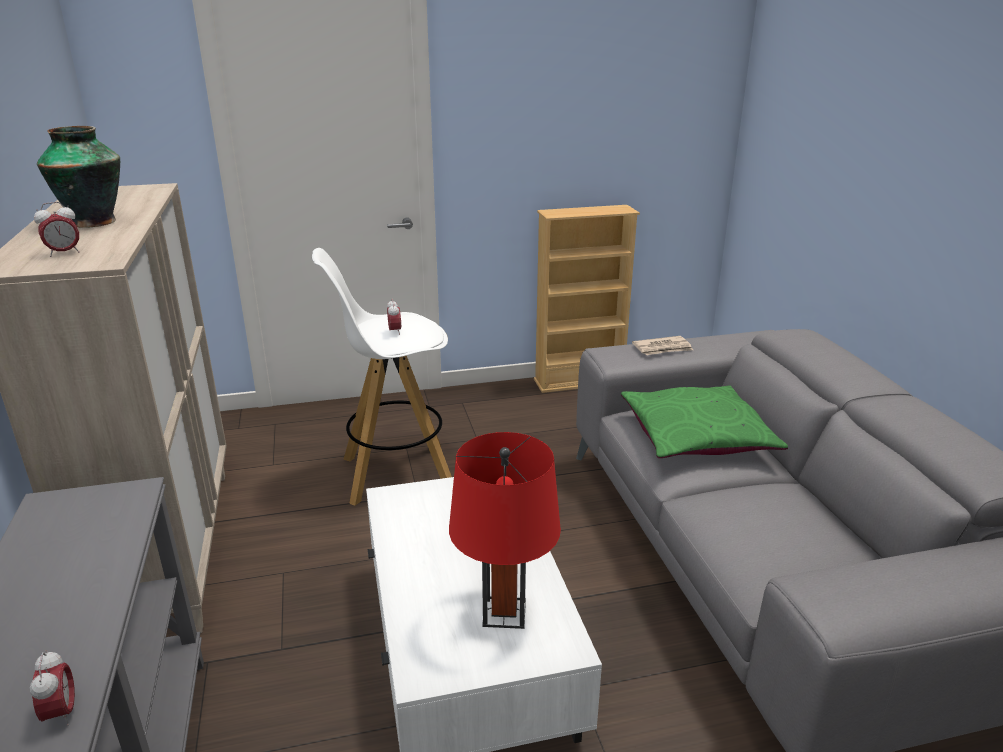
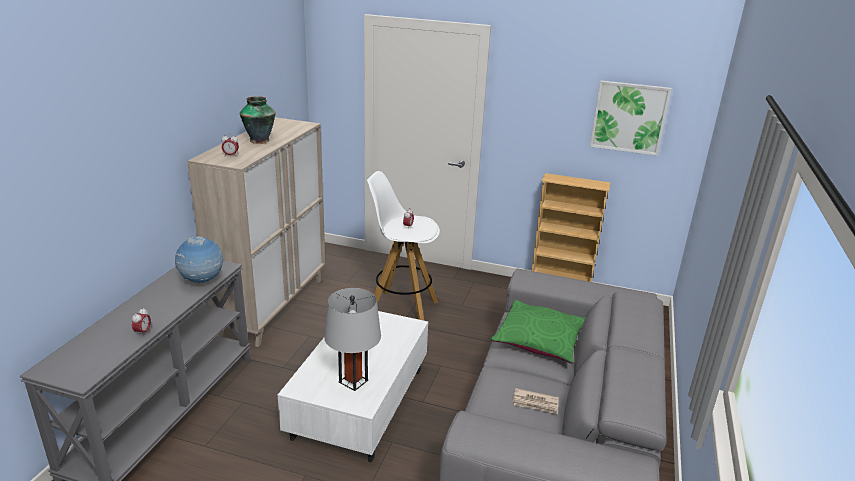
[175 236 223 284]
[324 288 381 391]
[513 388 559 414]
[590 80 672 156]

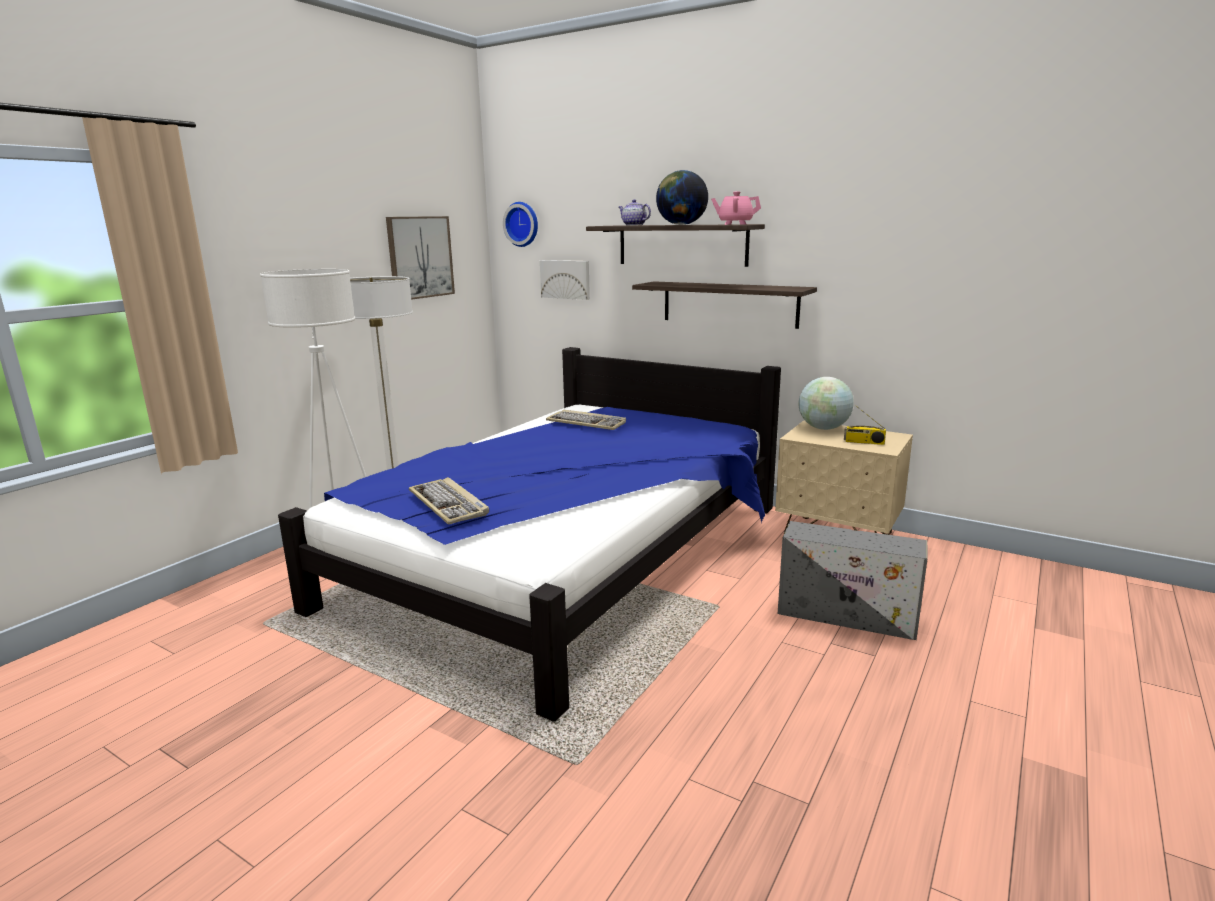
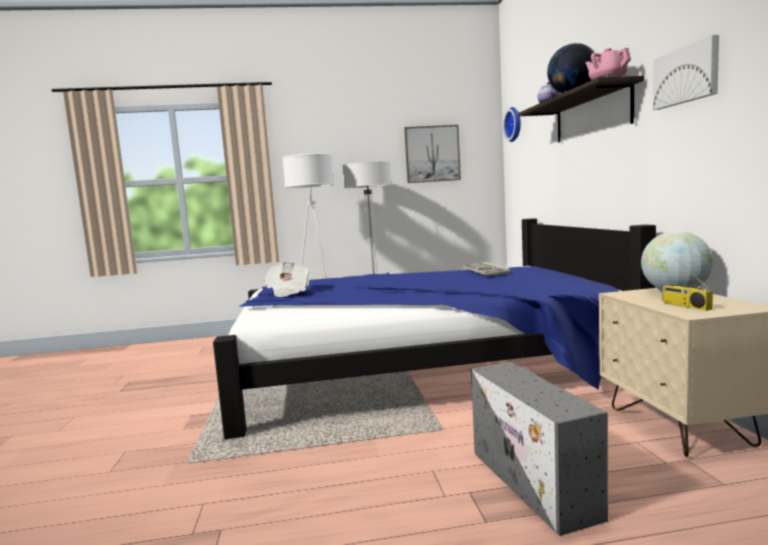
[264 262 311 297]
[653 35 719 110]
[632 281 817 329] (first image)

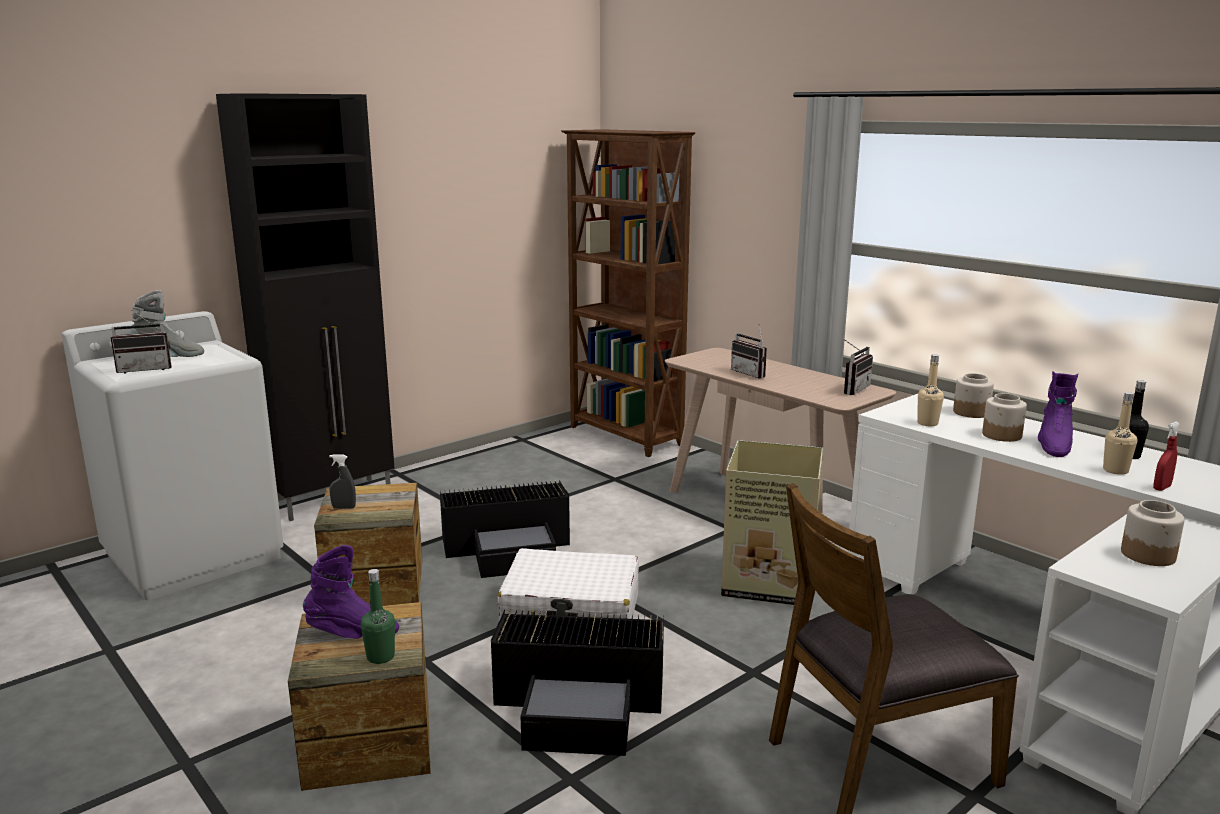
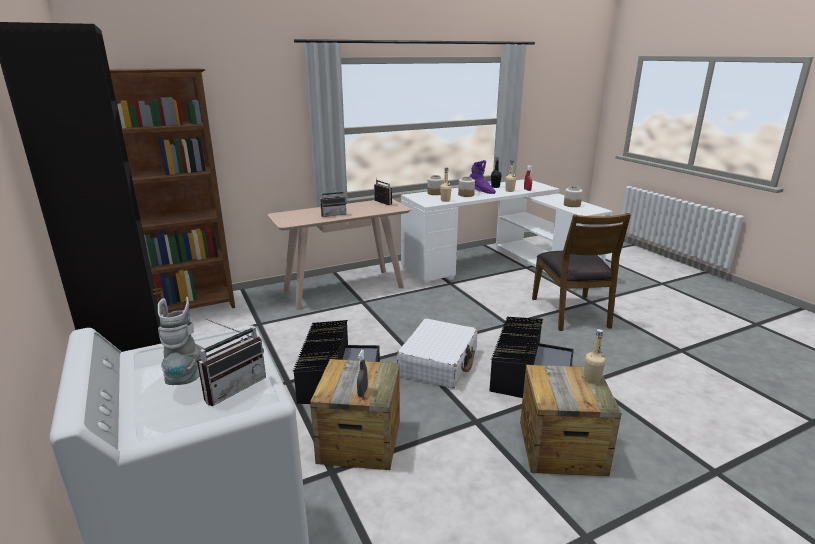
[197 319 266 406]
[584 329 606 384]
[303 545 399 638] (first image)
[721 440 823 605] (first image)

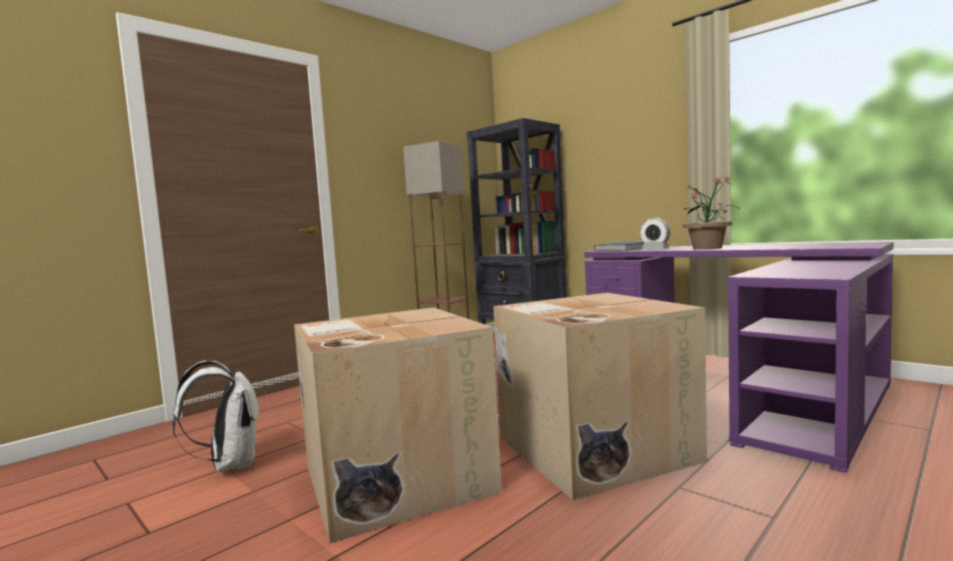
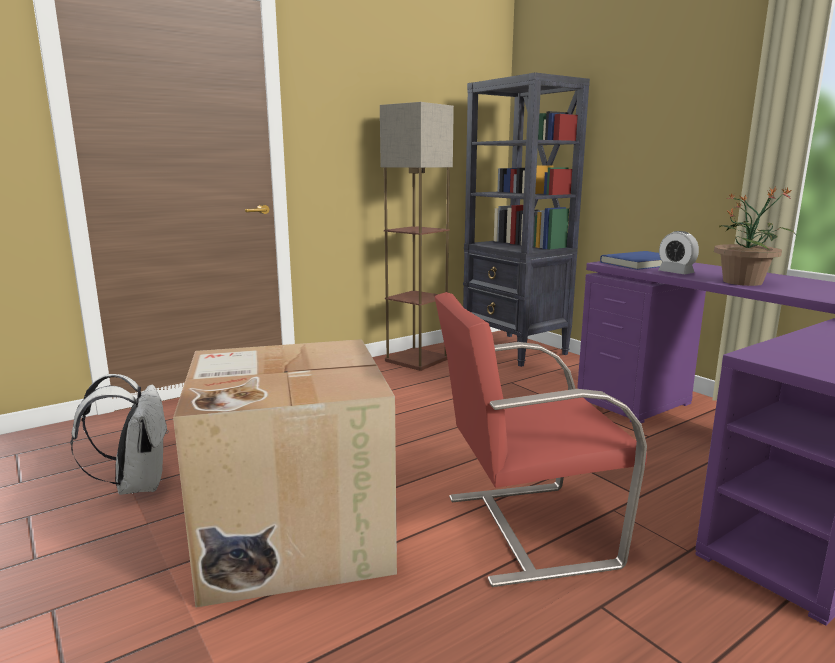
[434 292 647 587]

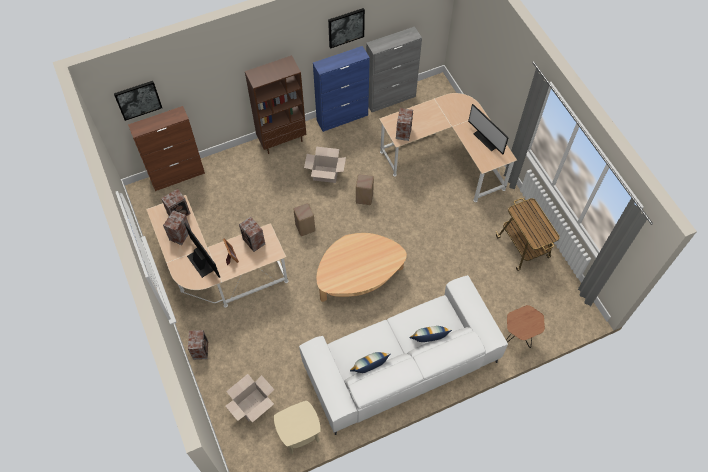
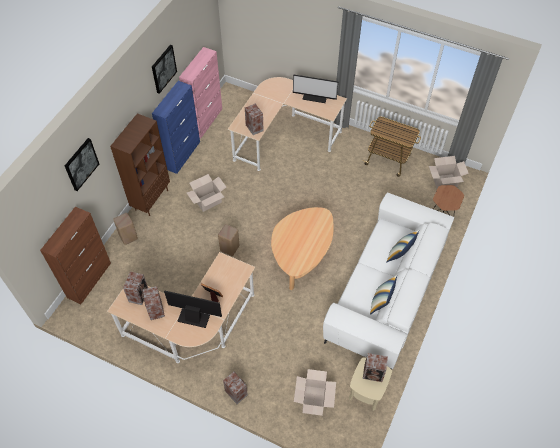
[65 138 99 191]
[113 213 138 245]
[179 47 222 138]
[363 353 388 382]
[429 156 469 188]

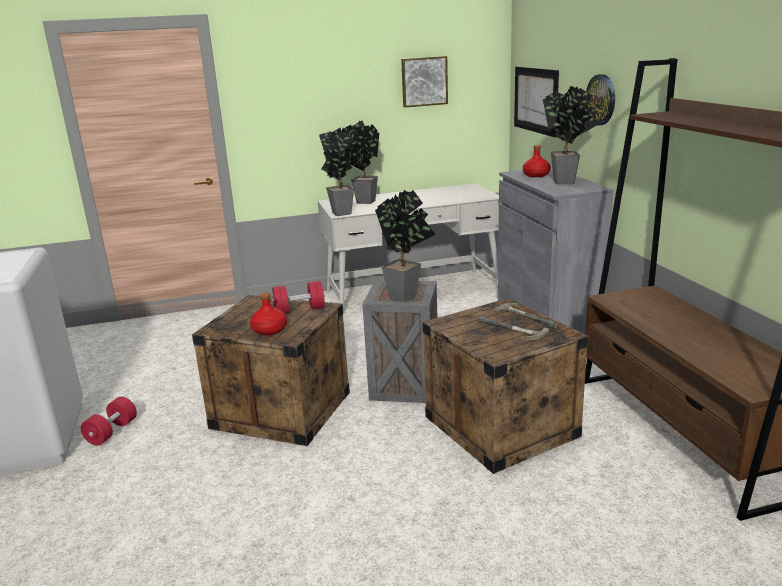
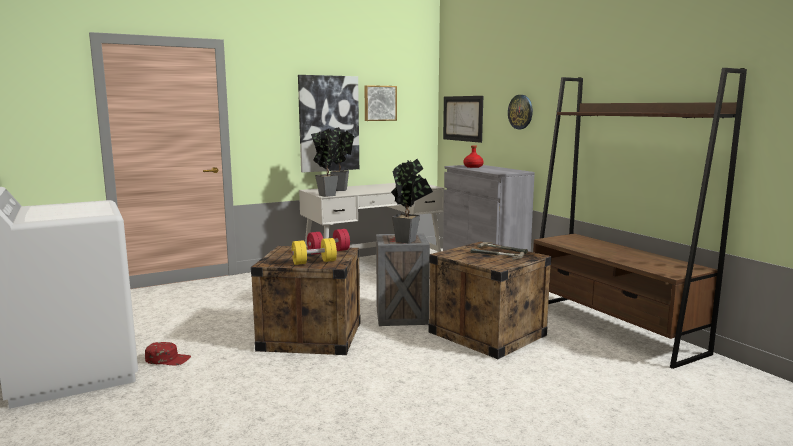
[145 342 191 366]
[292 238 337 265]
[298 75 359 173]
[543 86 597 184] (first image)

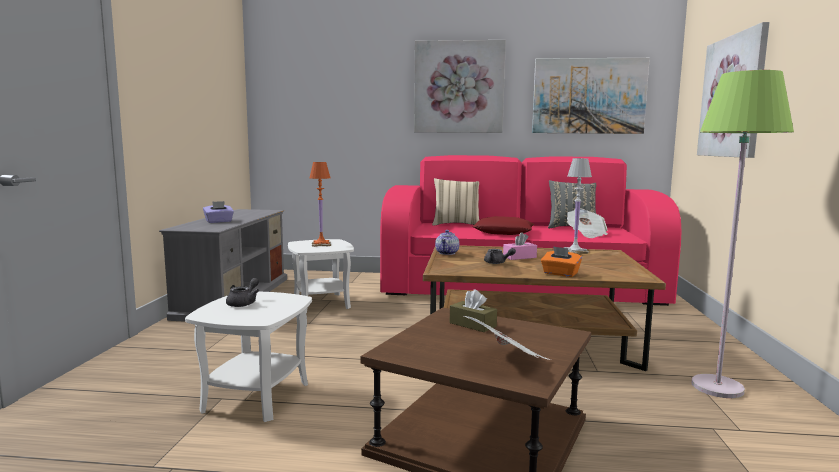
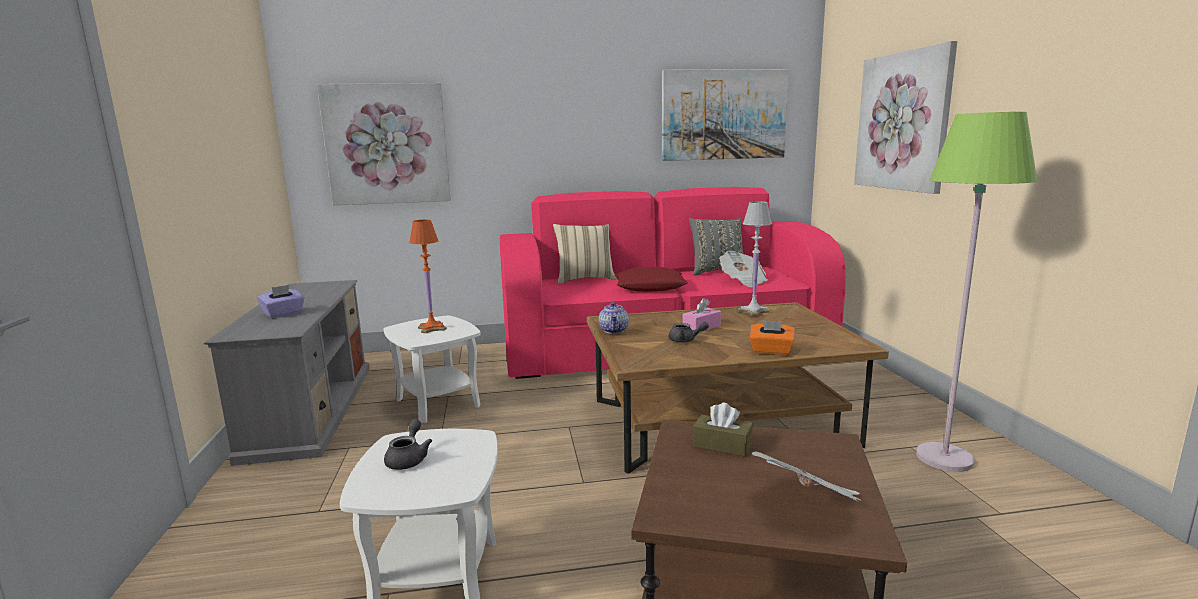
[317 83 451 205]

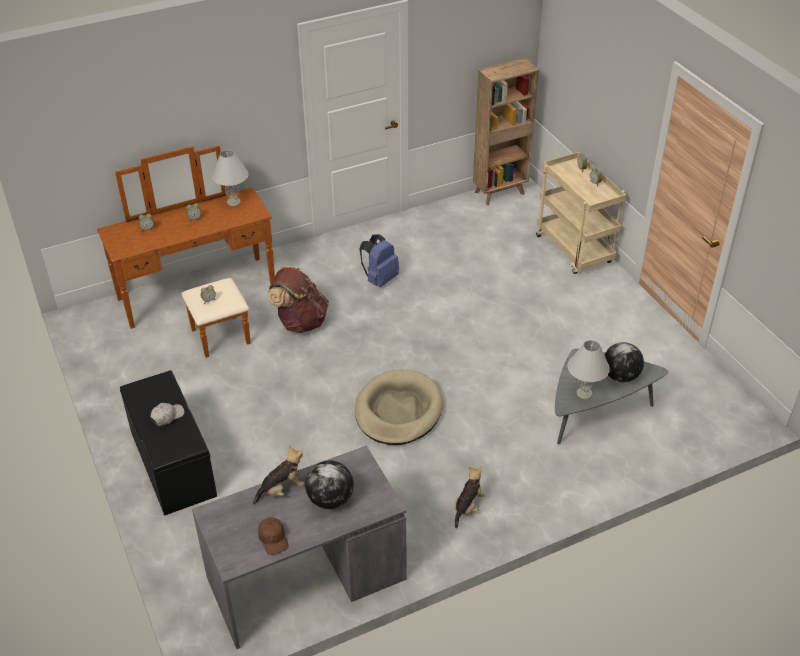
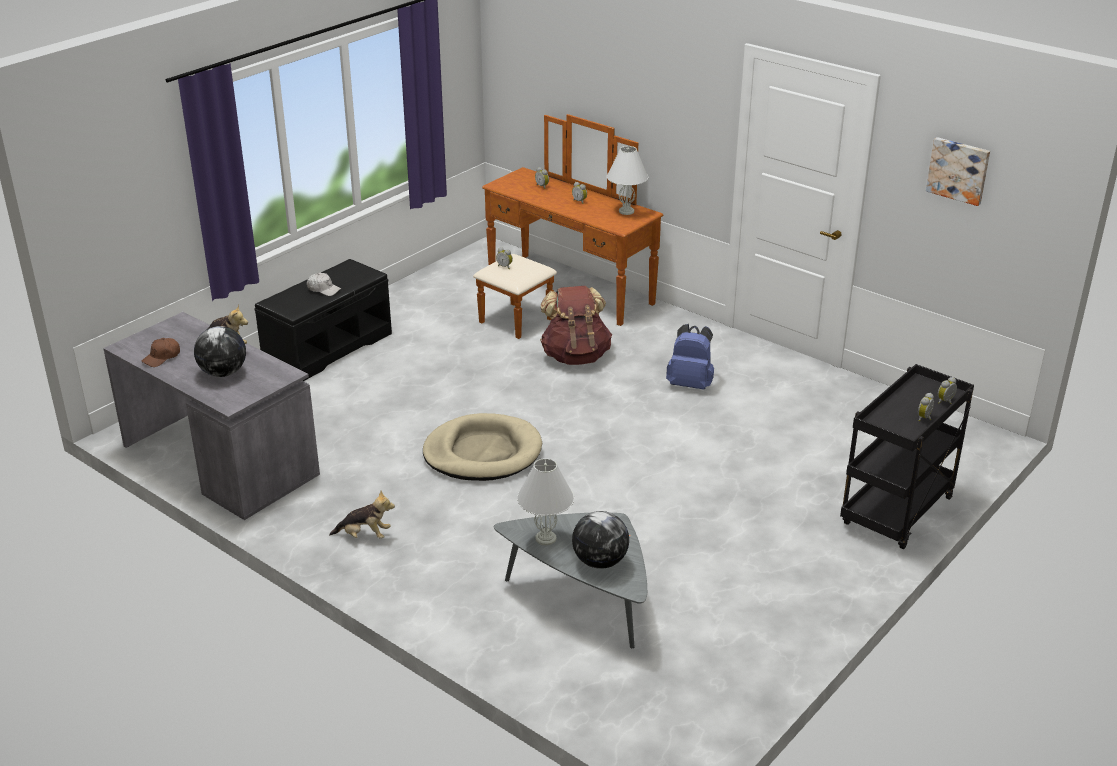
[840 364 974 549]
[926 137 990 206]
[473 58 539 205] (first image)

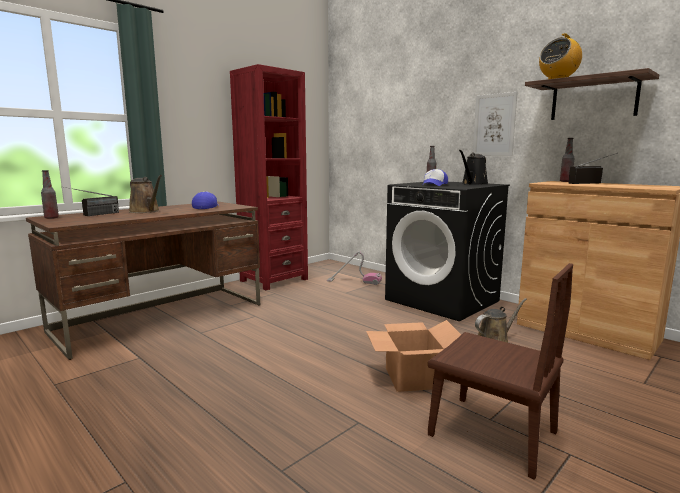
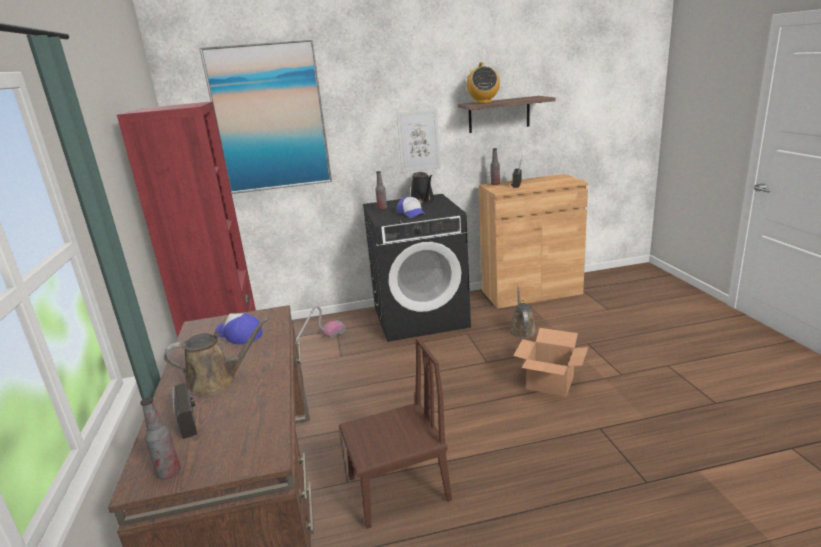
[199 39 332 194]
[339 337 452 529]

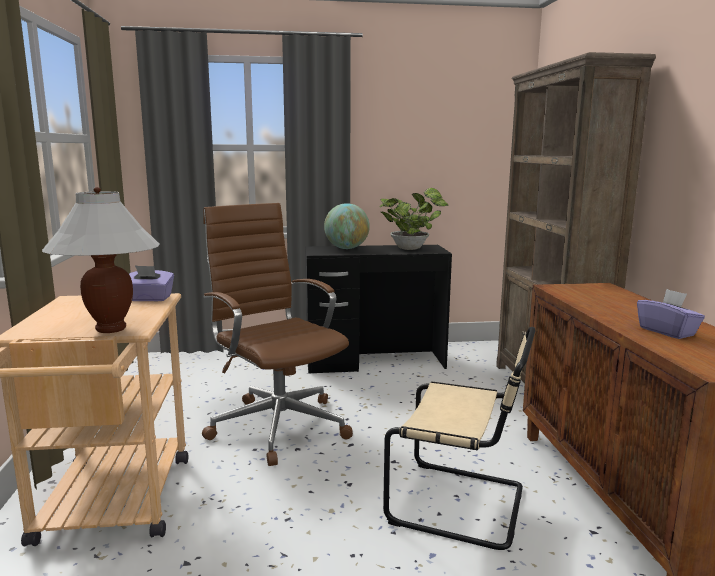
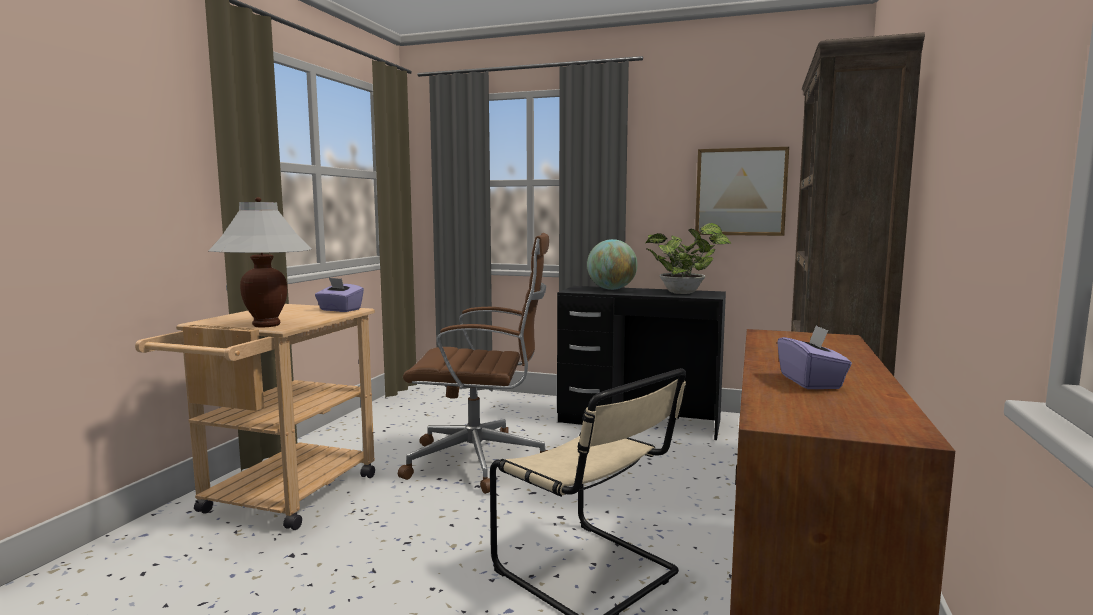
[398 233 549 494]
[695 147 789 236]

